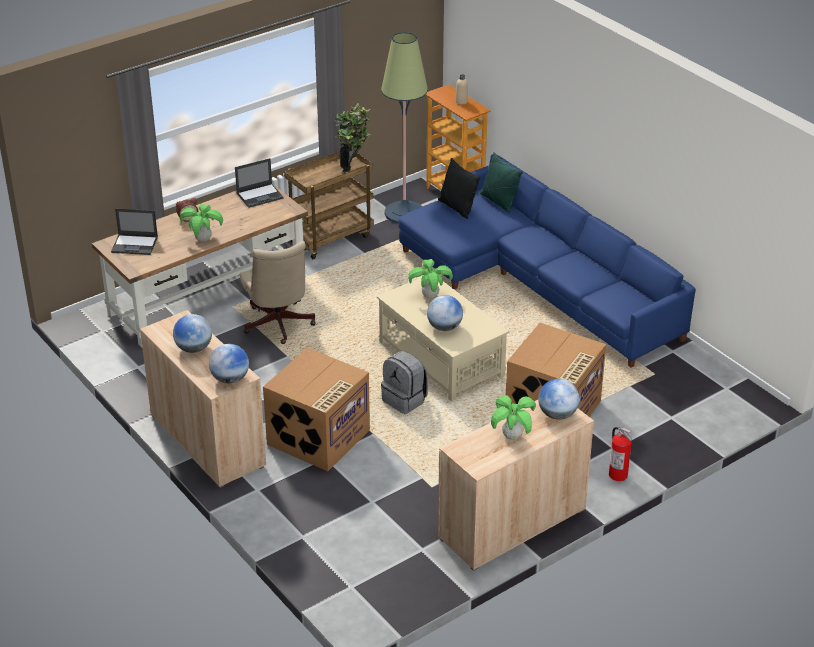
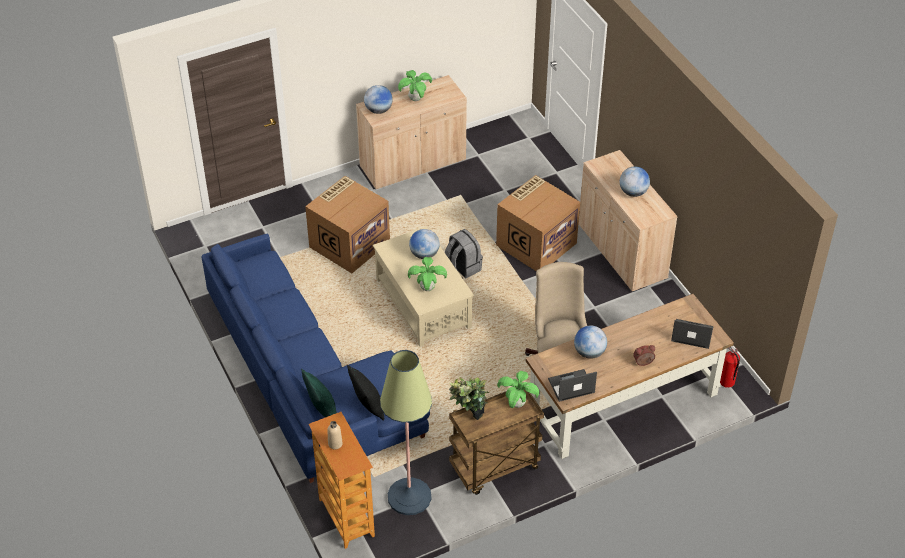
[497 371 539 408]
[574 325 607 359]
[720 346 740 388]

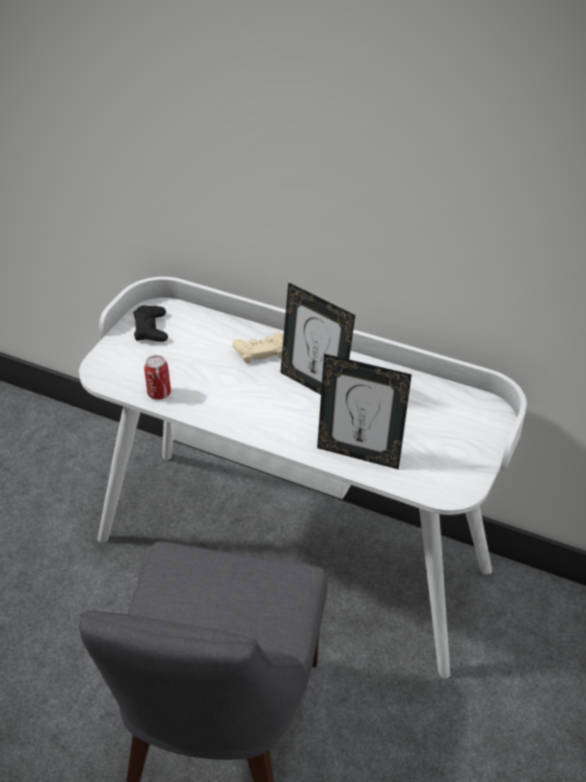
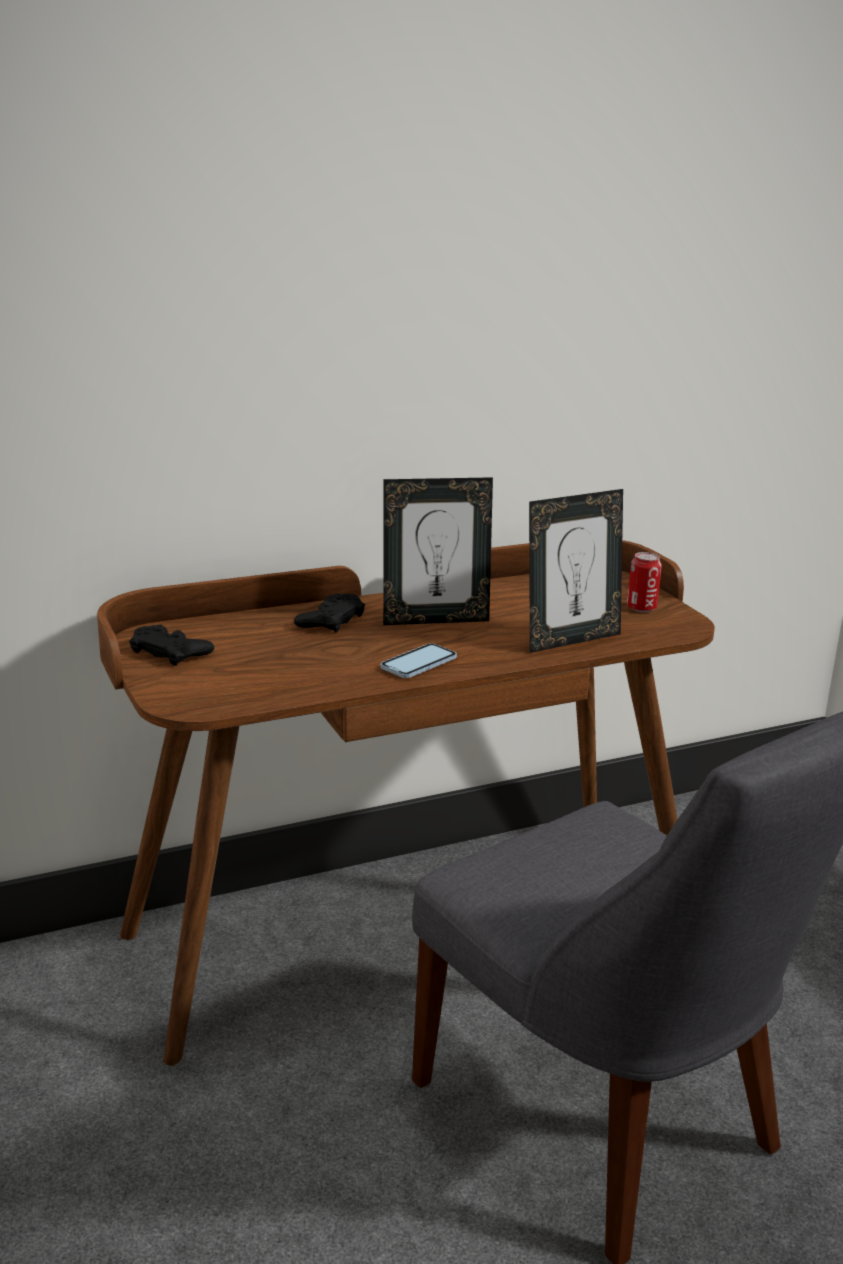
[97 540 715 1066]
[294 594 365 633]
[380 643 457 678]
[627 552 662 612]

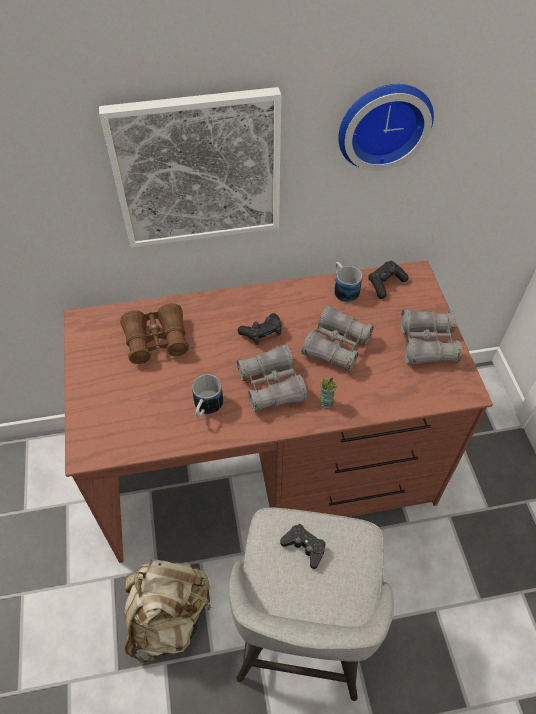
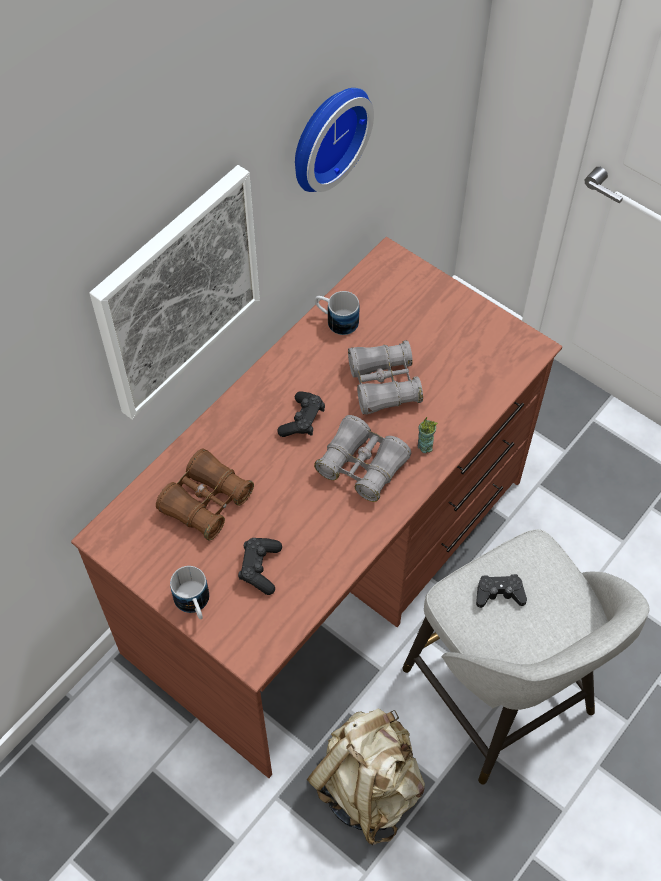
[170 566 209 619]
[238 538 282 595]
[401 309 462 365] (first image)

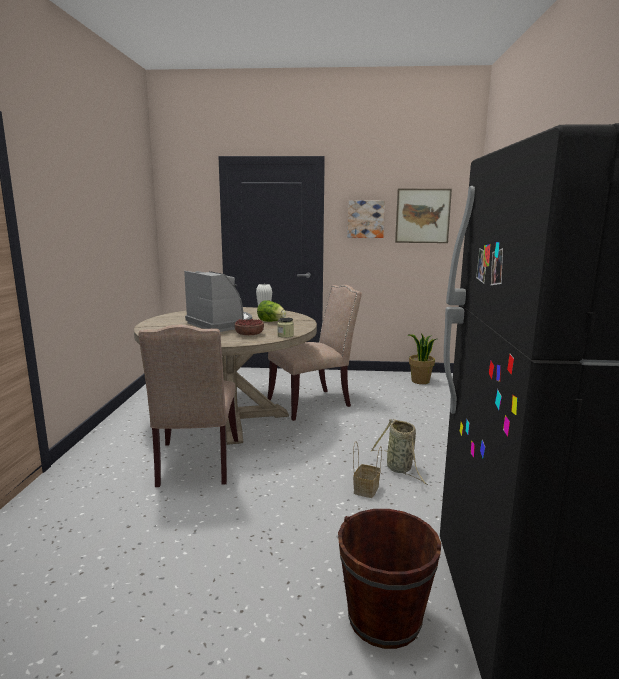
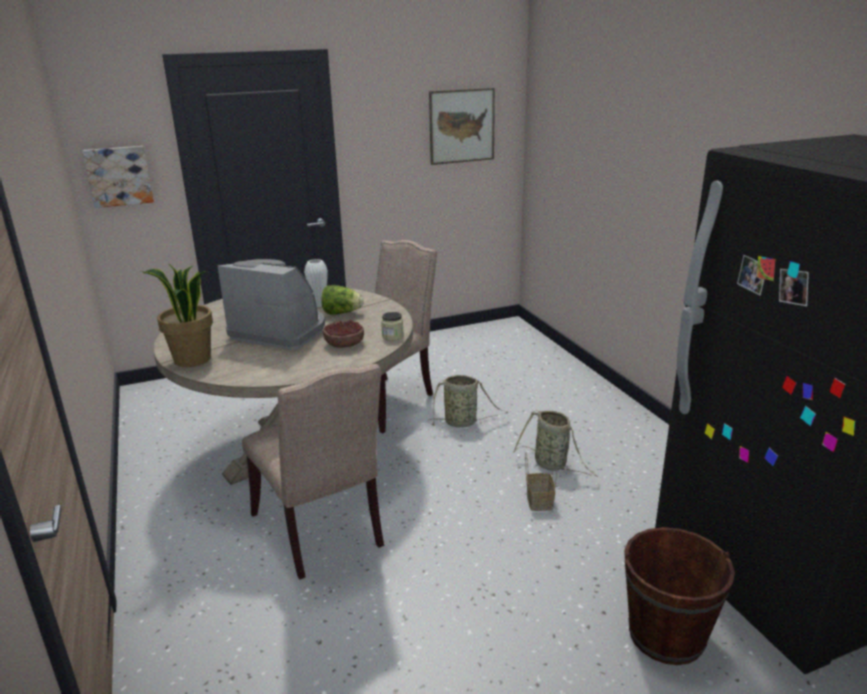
[82 146 154 208]
[141 263 213 367]
[428 375 509 428]

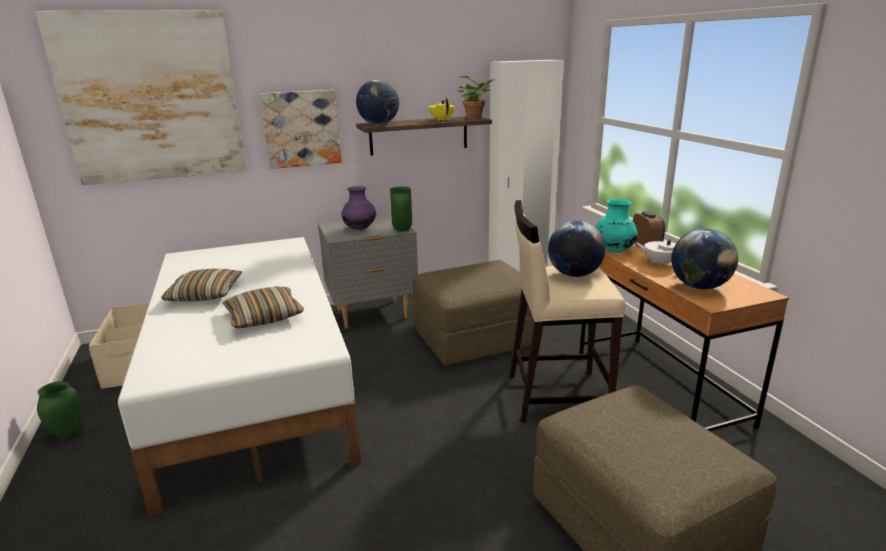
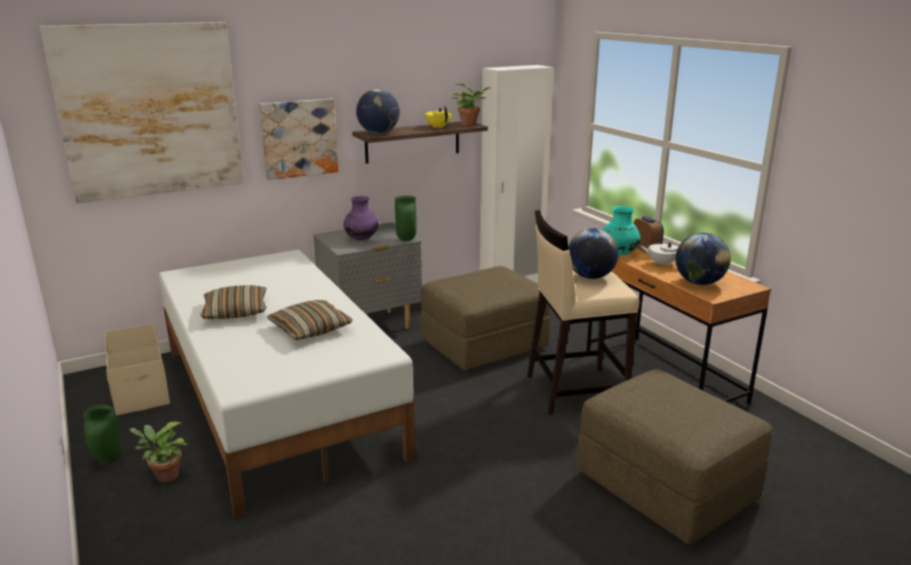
[129 422 187 482]

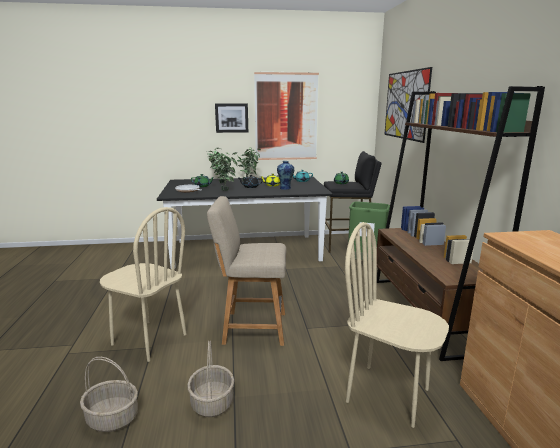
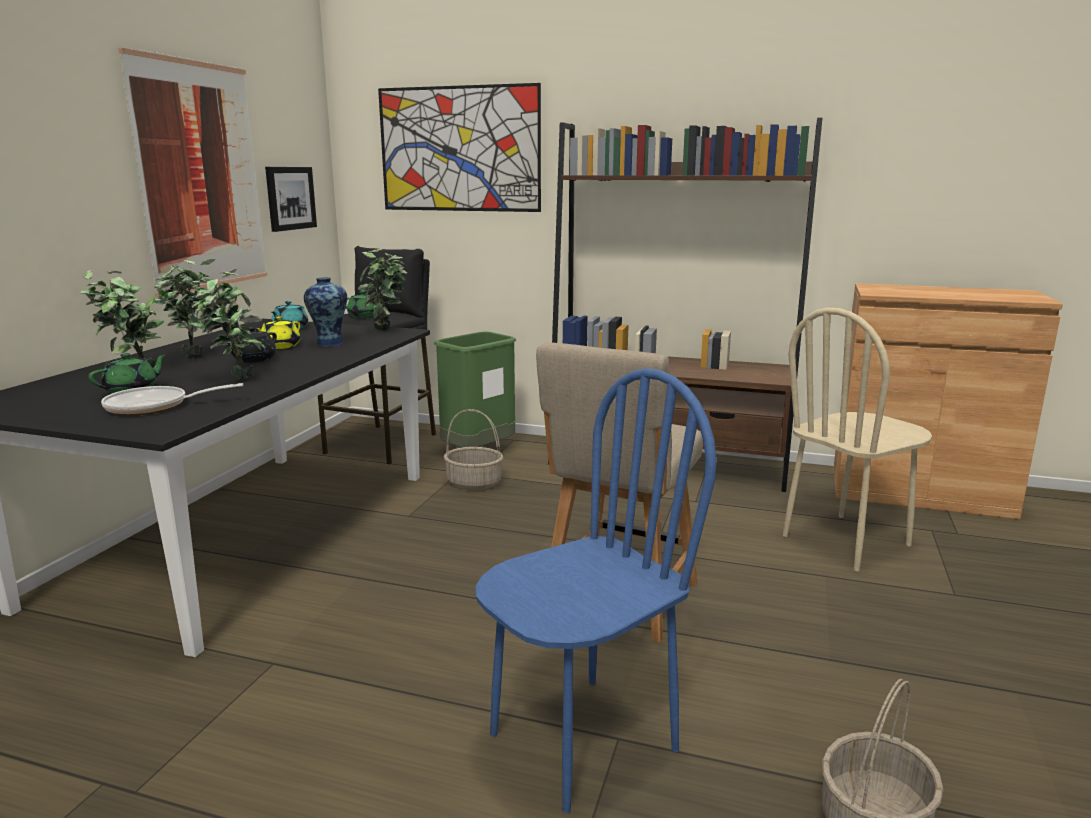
[265 167 317 232]
[358 249 407 331]
[444 409 503 490]
[475 368 717 813]

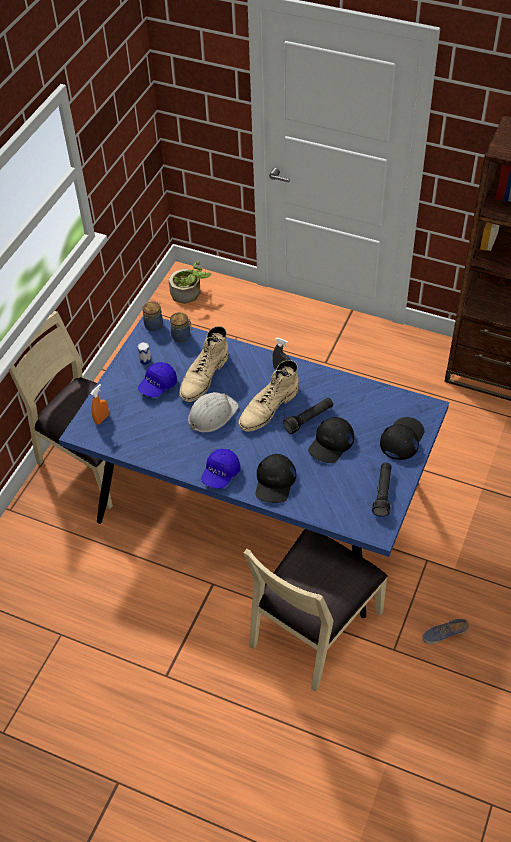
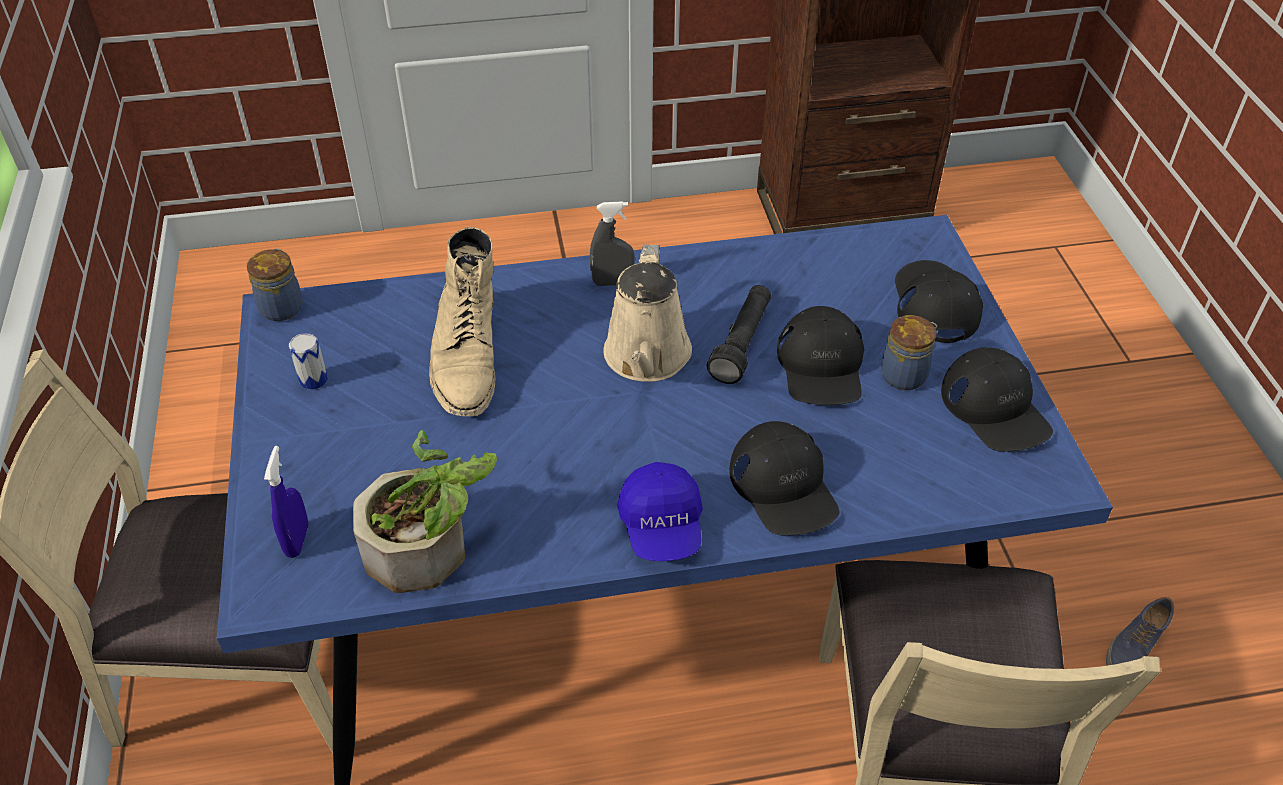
[264 446 308 558]
[353 430 497 593]
[603 244 692 382]
[881 315 937 390]
[941 347 1053 452]
[138 362 177 397] (first image)
[188 392 239 433] (first image)

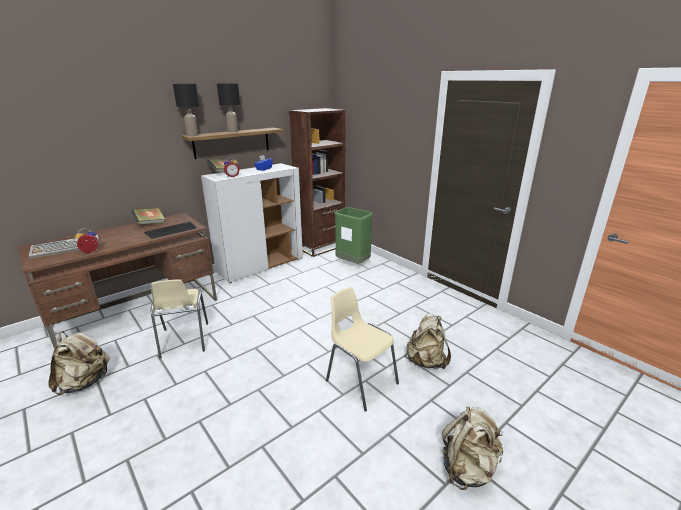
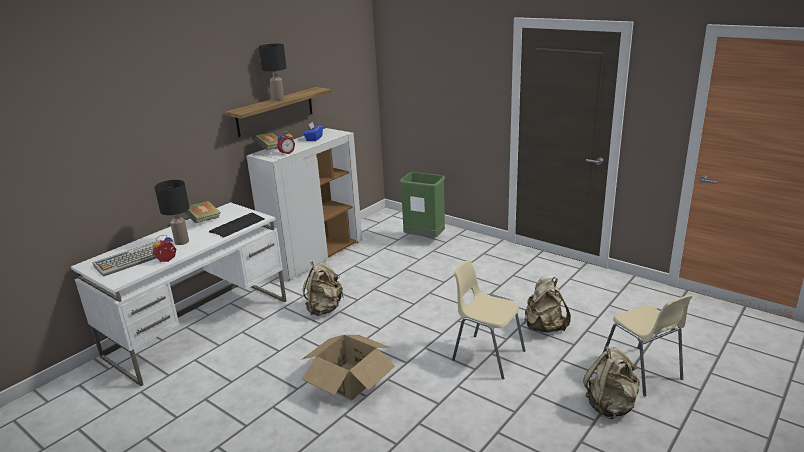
[71 202 286 386]
[154 180 190 245]
[301 335 395 400]
[303 262 344 316]
[603 294 693 396]
[289 108 345 257] (first image)

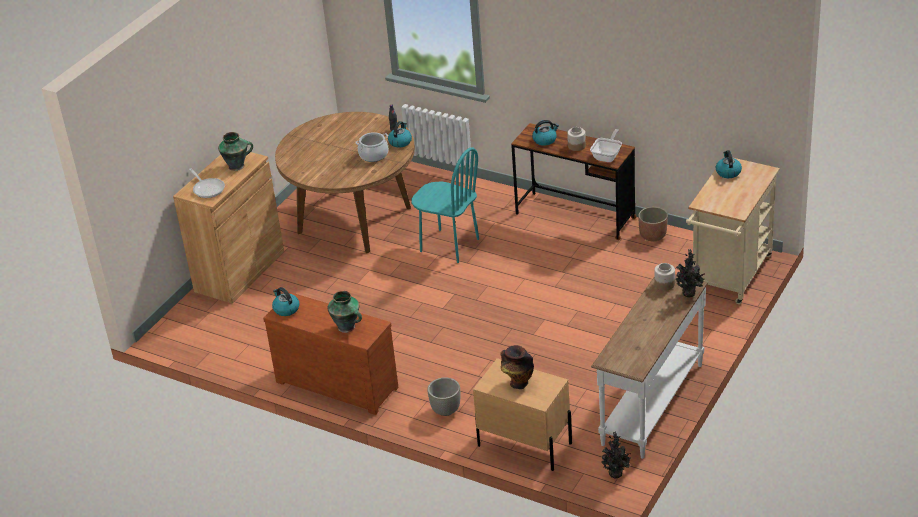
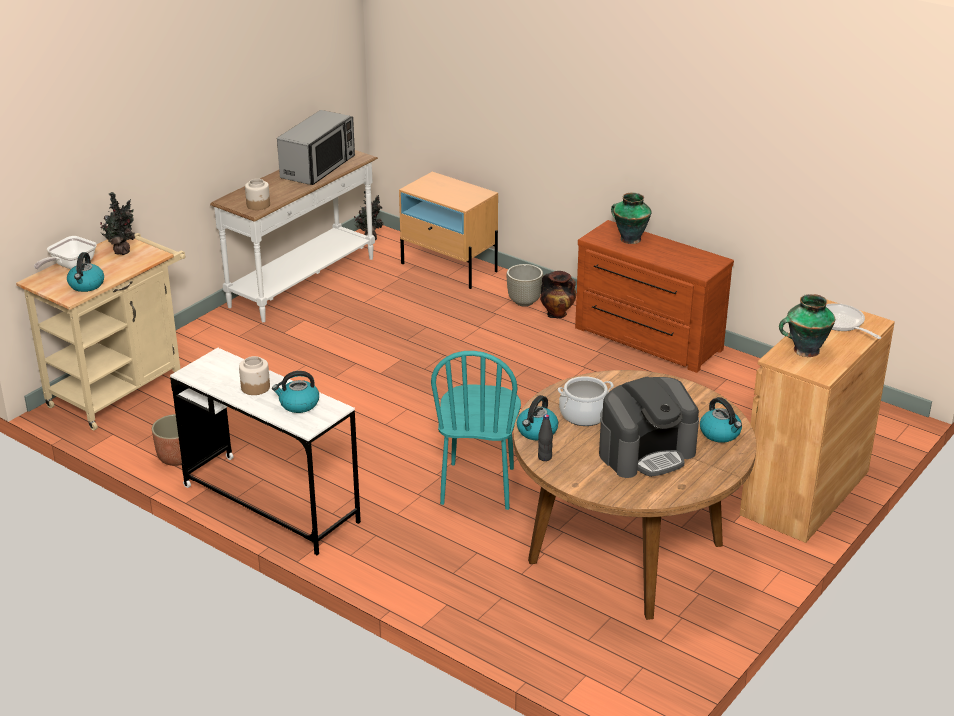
[34 236 97 269]
[100 192 135 255]
[170 348 361 555]
[277 110 355 185]
[431 351 521 510]
[540 271 576 318]
[599 377 699 478]
[700 397 742 443]

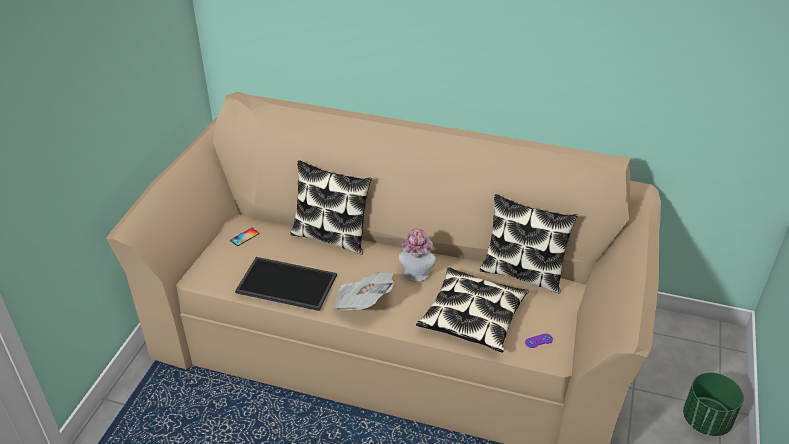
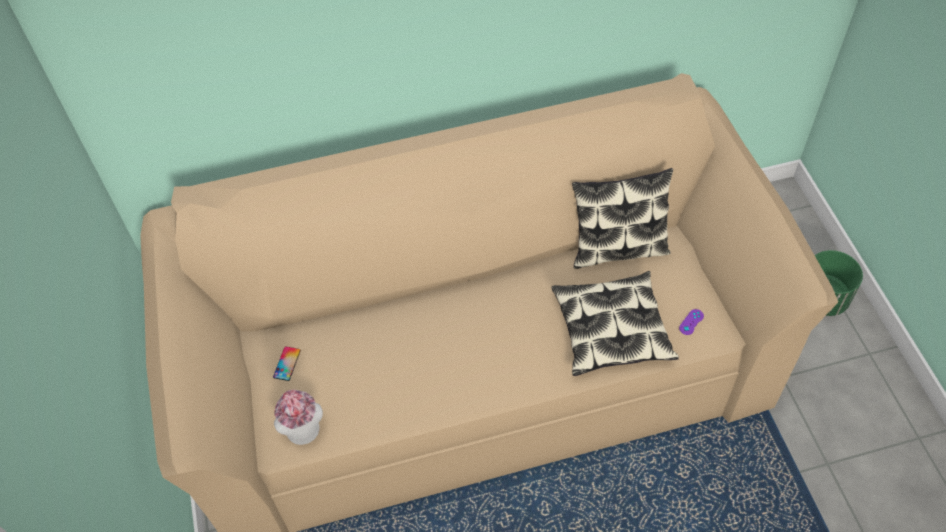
[274 390 323 445]
[235 257 337 311] (first image)
[290 160 372 254] (first image)
[333 272 394 310] (first image)

